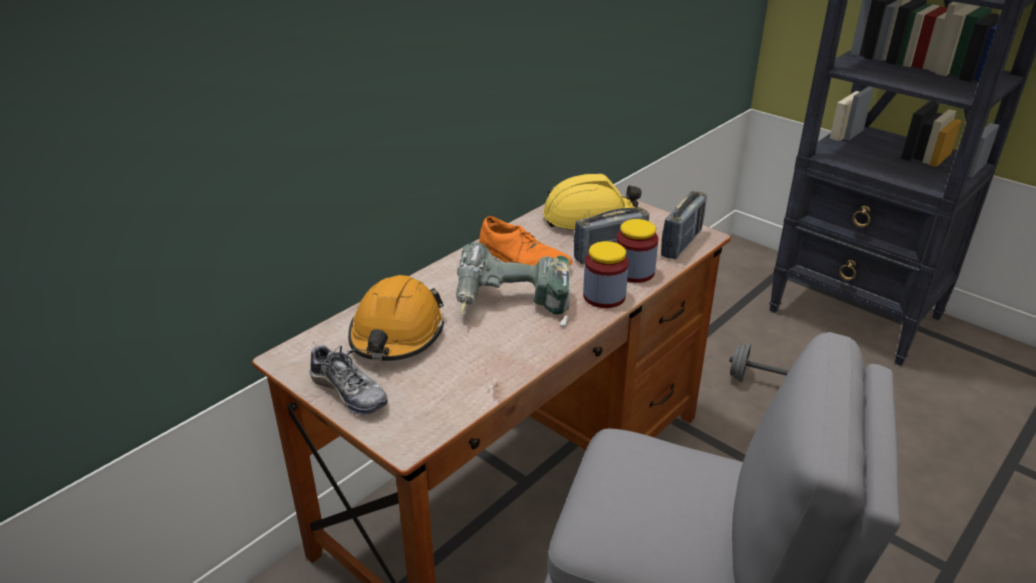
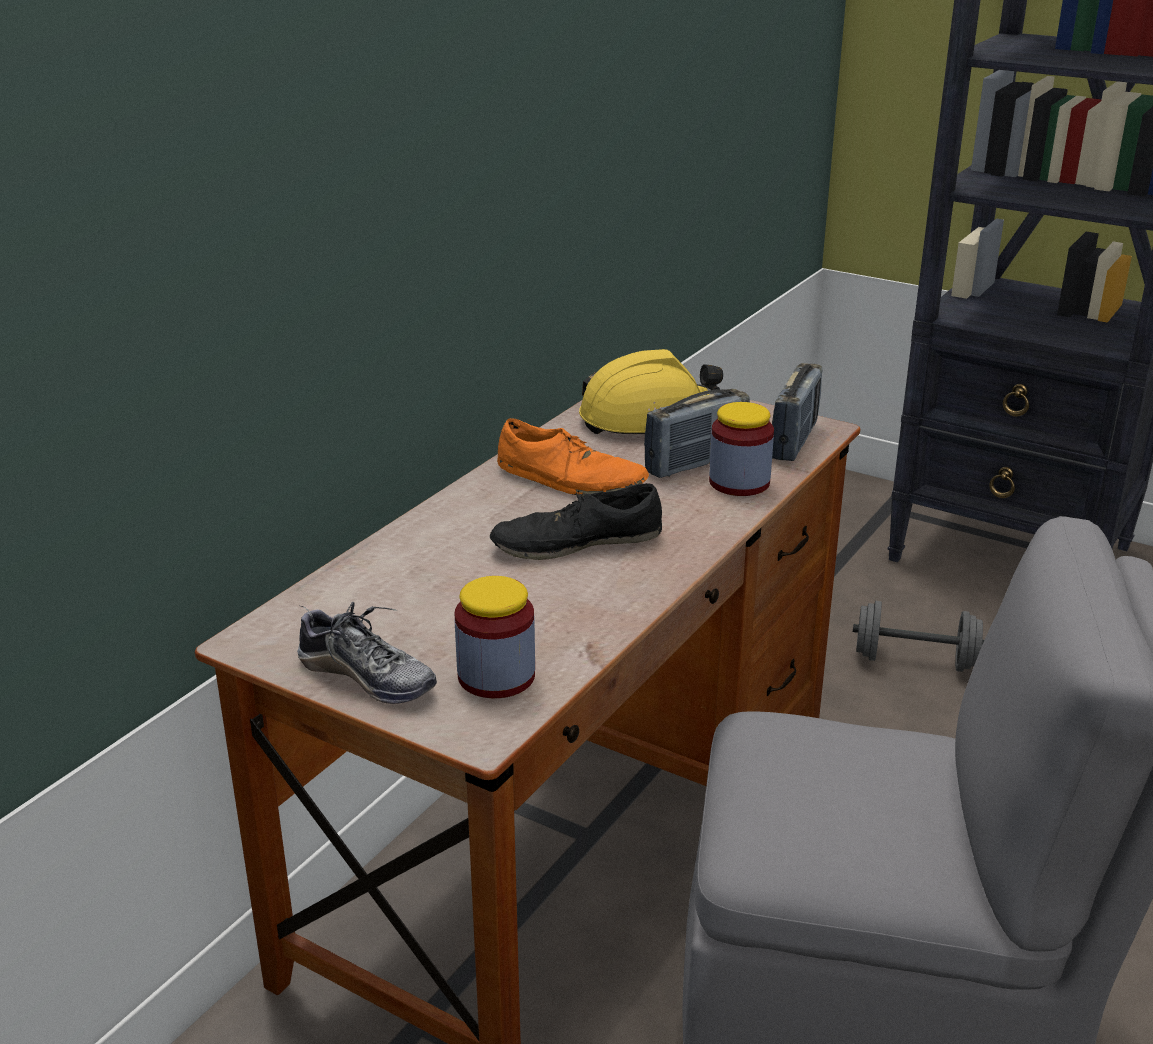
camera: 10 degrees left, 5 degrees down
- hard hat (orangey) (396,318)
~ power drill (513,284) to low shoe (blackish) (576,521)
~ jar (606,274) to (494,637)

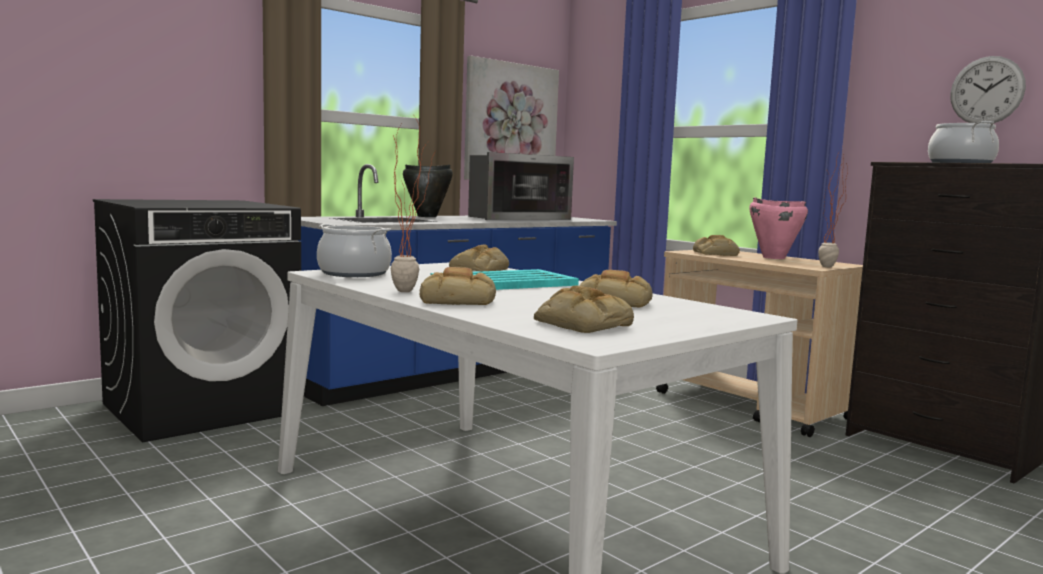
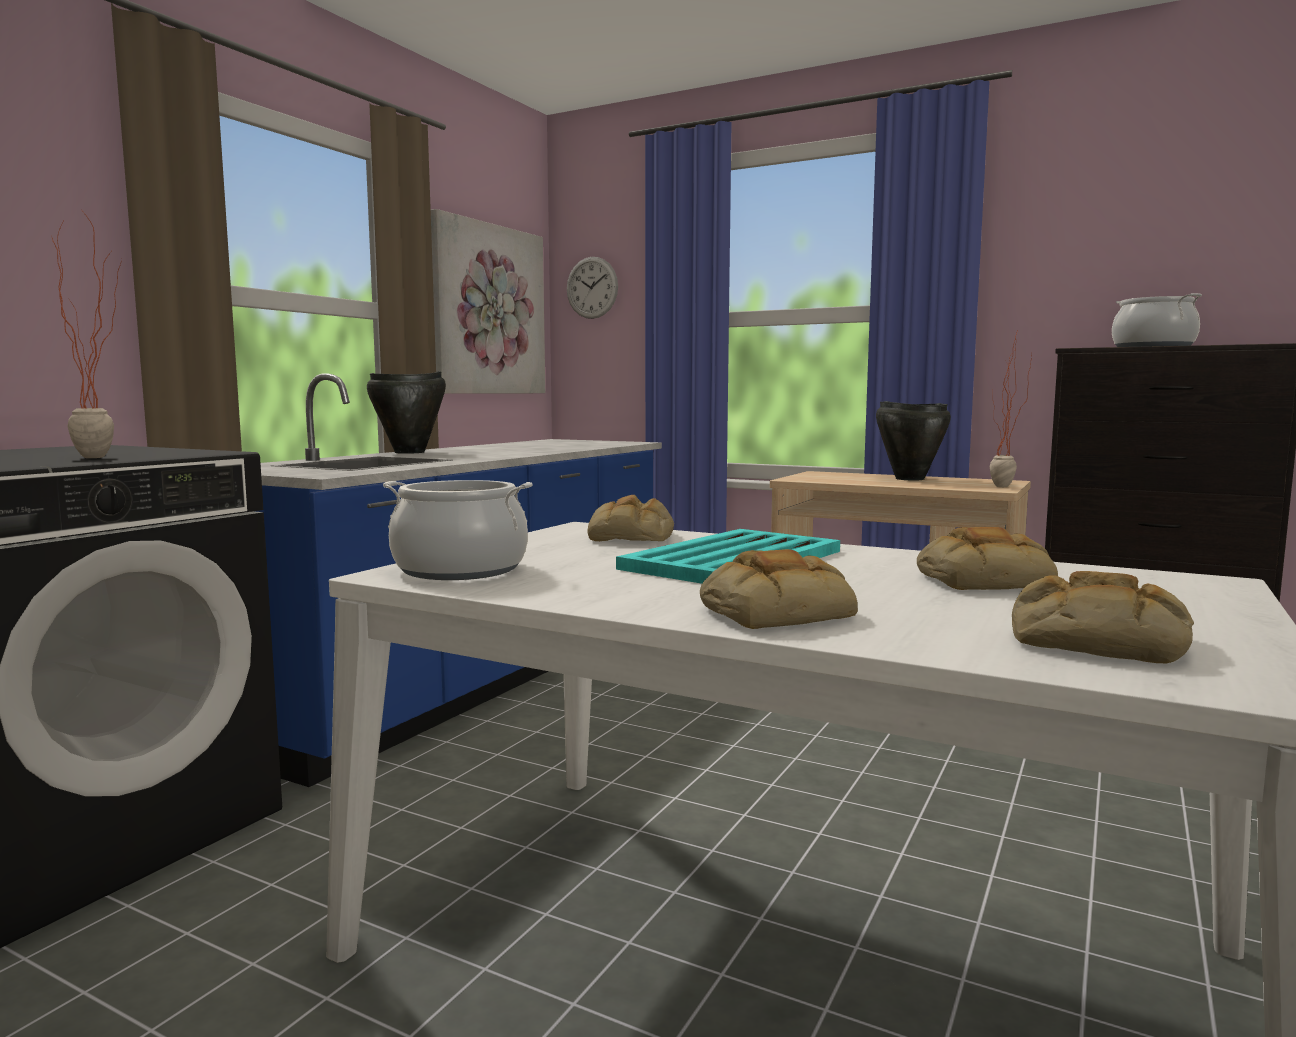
camera: 20 degrees left, 0 degrees up
~ houseplant (412,204) to (87,335)
- microwave (521,186)
- bread (716,245)
~ cooking pot (pinkish) (778,228) to cooking pot (blackish) (913,441)
~ hanging clock (988,90) to (592,288)

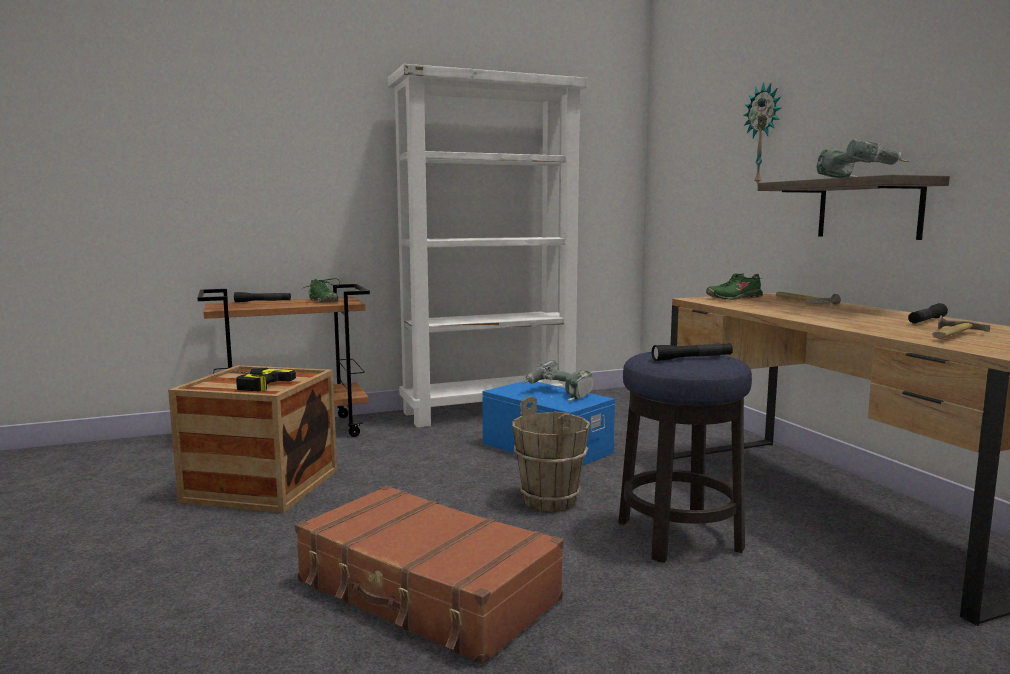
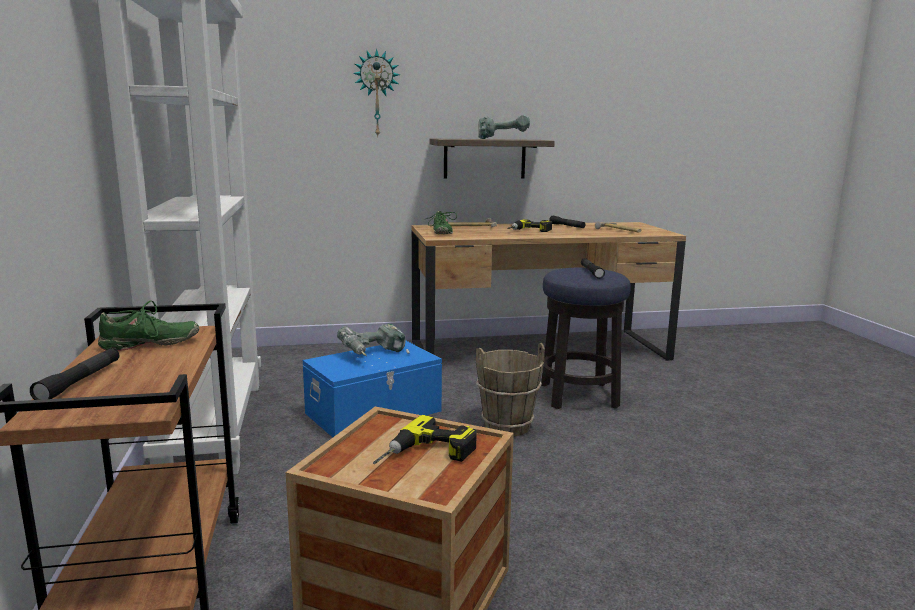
camera: 80 degrees left, 5 degrees up
- piece of luggage (brownish) (429,575)
+ power drill (529,225)

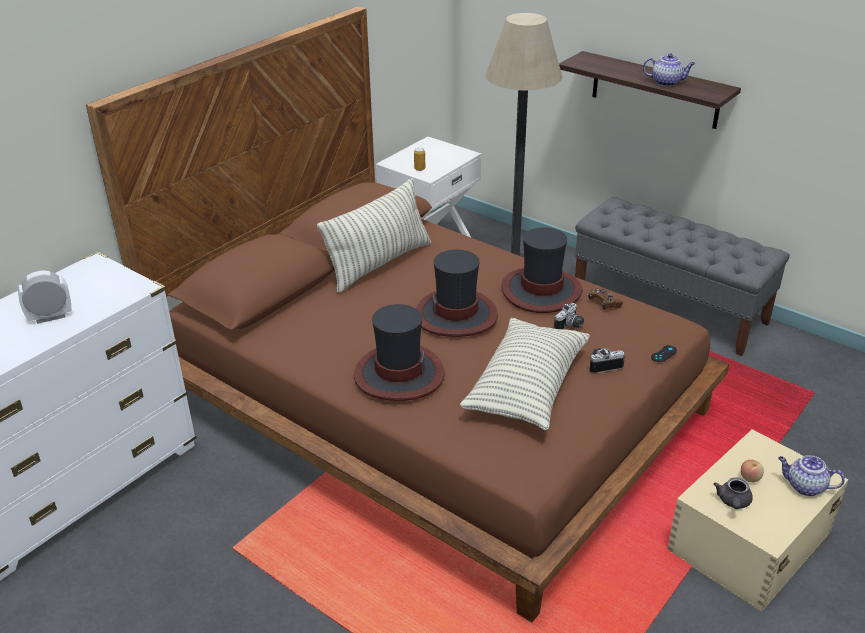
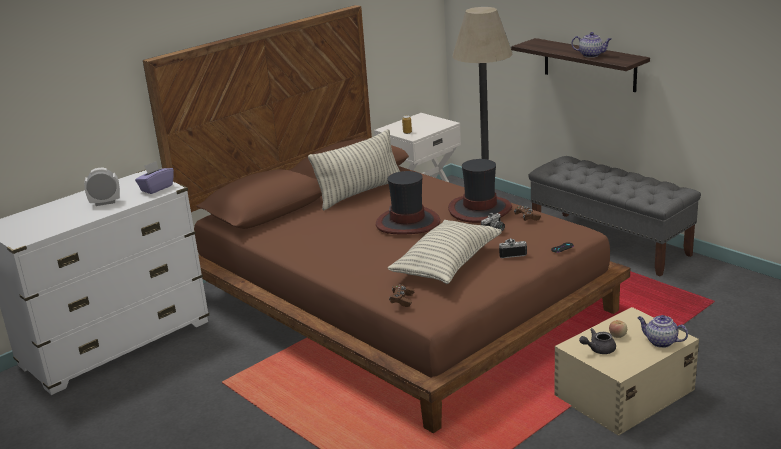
camera: 10 degrees right, 10 degrees down
- wearable hat (399,352)
~ teapot (greyish) (733,493) = (597,341) 45 degrees clockwise
+ box of tissues (purple-coloured) (154,177)
+ joypad (brownish) (401,295)

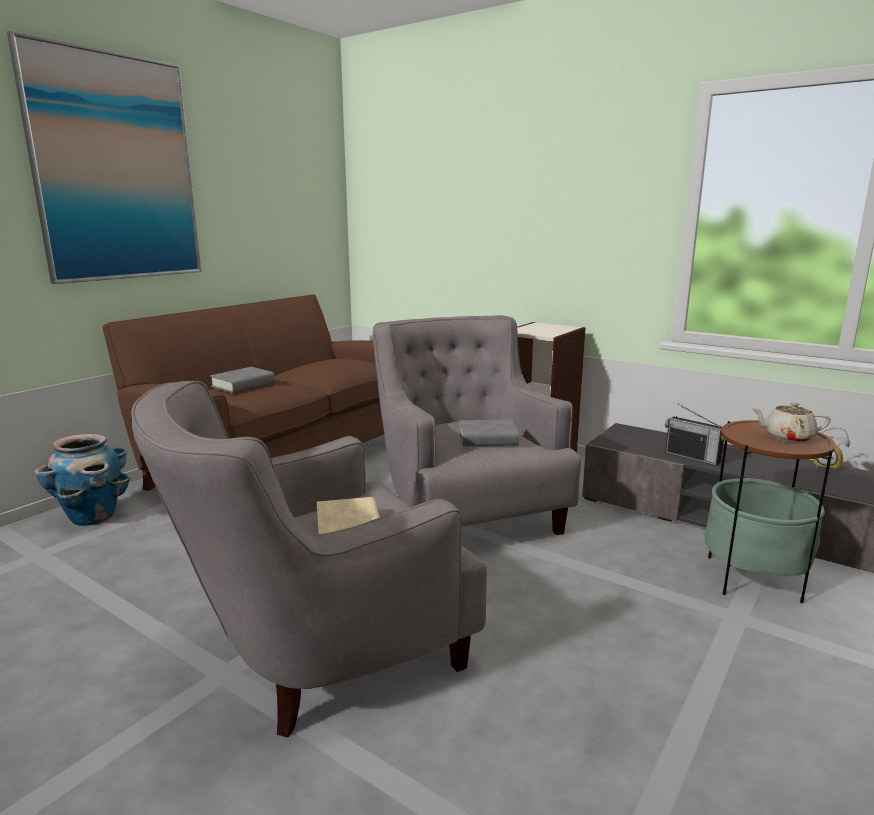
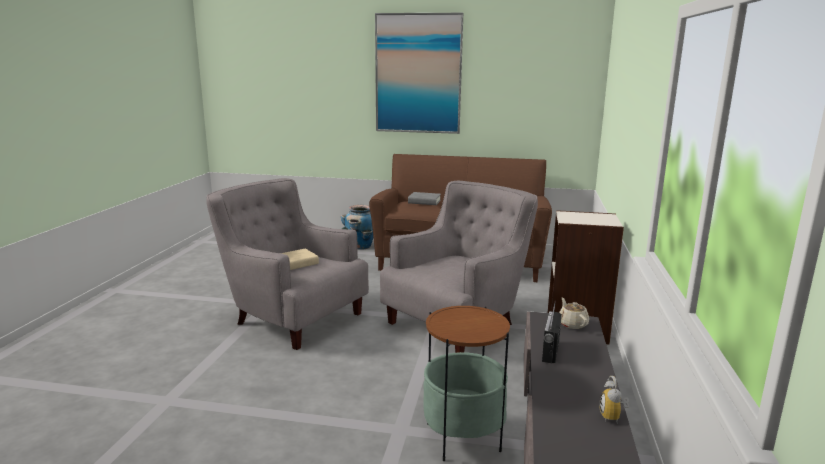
camera: 65 degrees right, 0 degrees up
- volume (greyish) (489,433)
~ teapot (beige) (791,422) to (574,313)

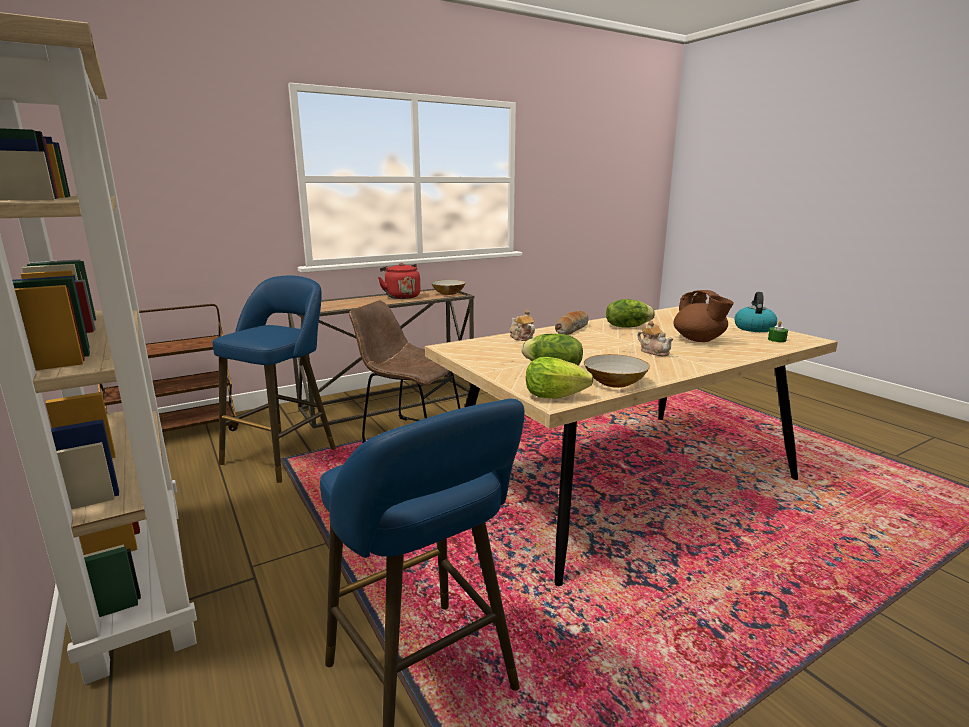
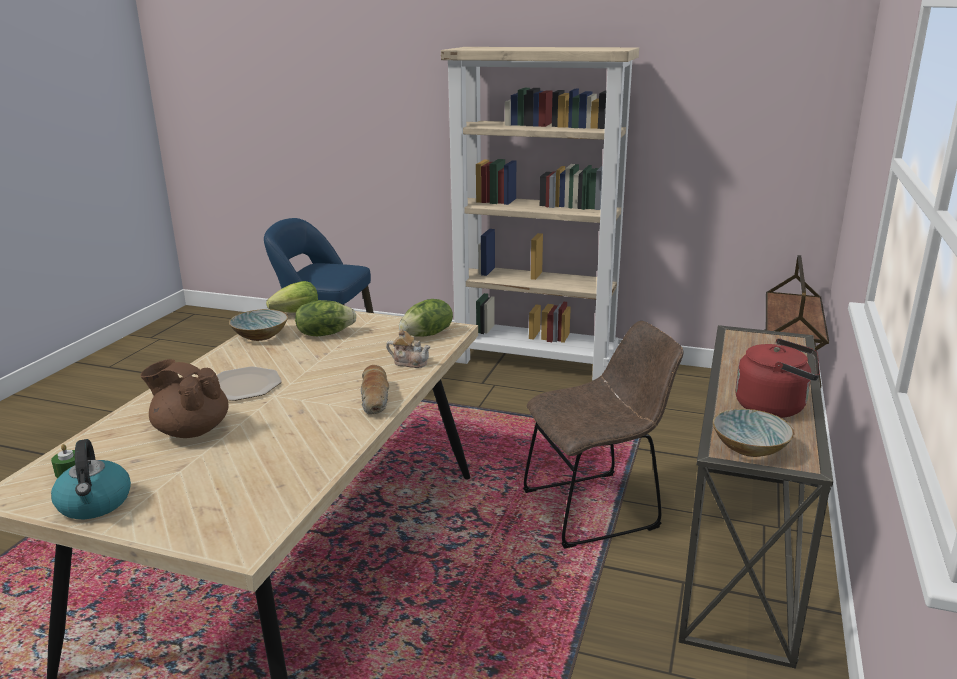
camera: 140 degrees right, 5 degrees up
- stool seat (blue-coloured) (274,379)
~ head of lettuce (630,313) to (426,318)
~ teapot (655,338) to plate (249,383)

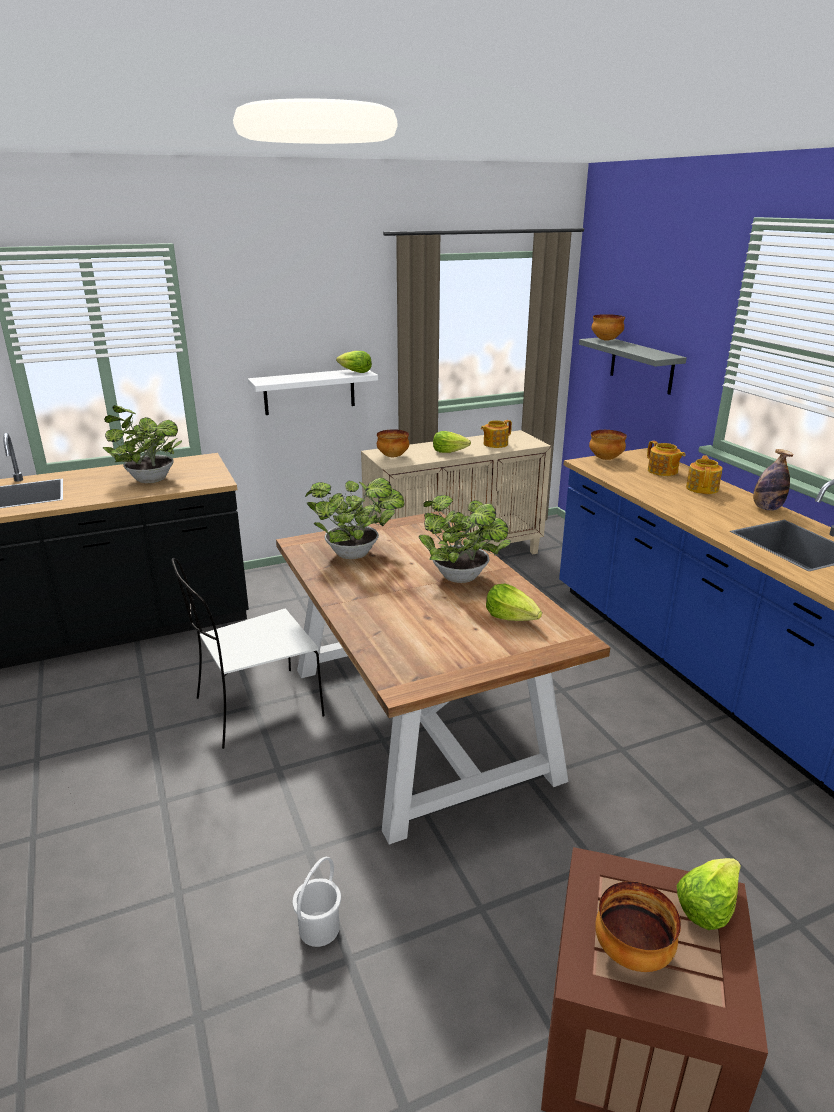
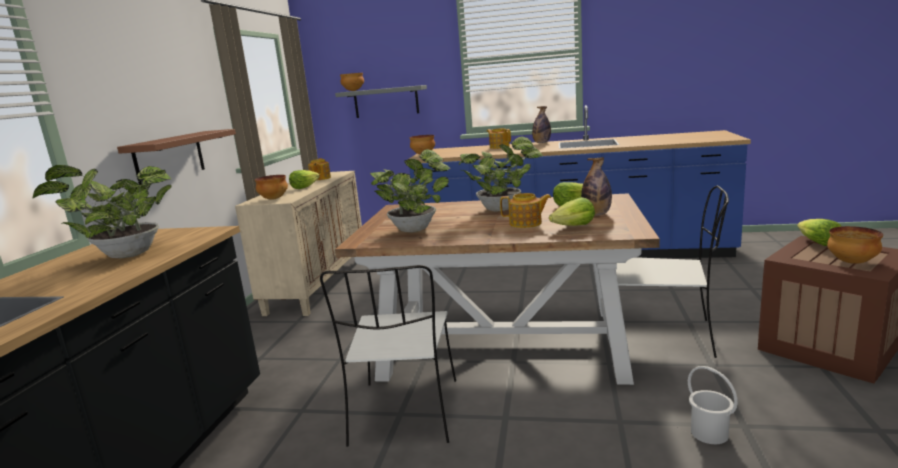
camera: 55 degrees left, 10 degrees down
~ shelf (white) (313,392) to shelf (brownish) (176,157)
~ head of lettuce (354,362) to (572,211)
~ teapot (666,458) to (526,210)
+ drink bottle (596,186)
+ plain chair (white) (672,272)

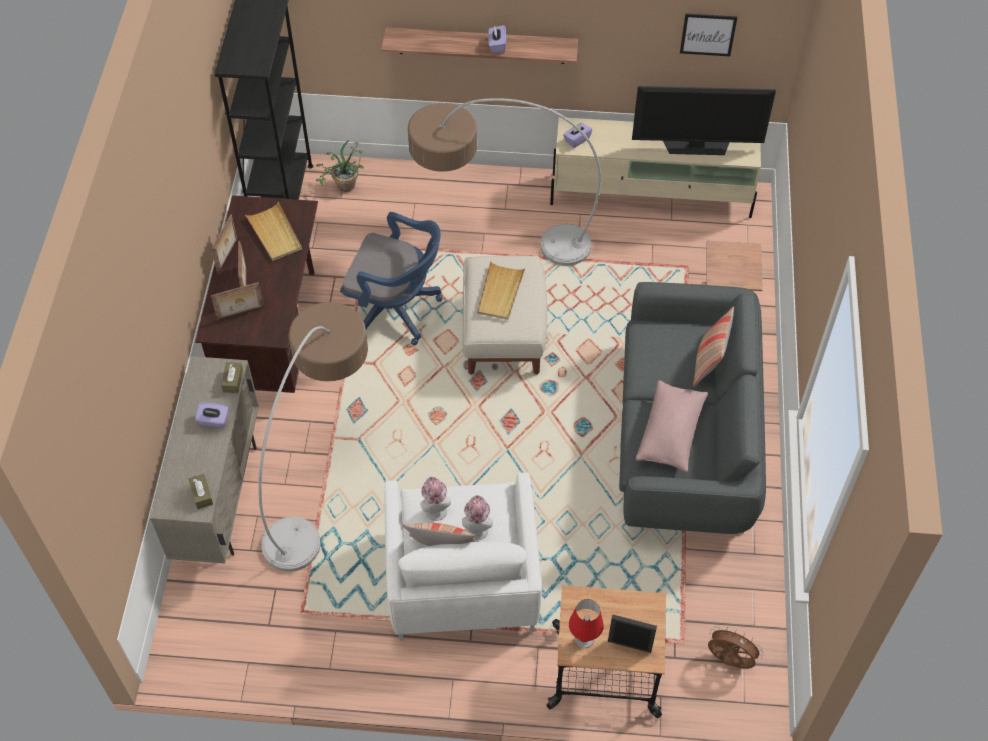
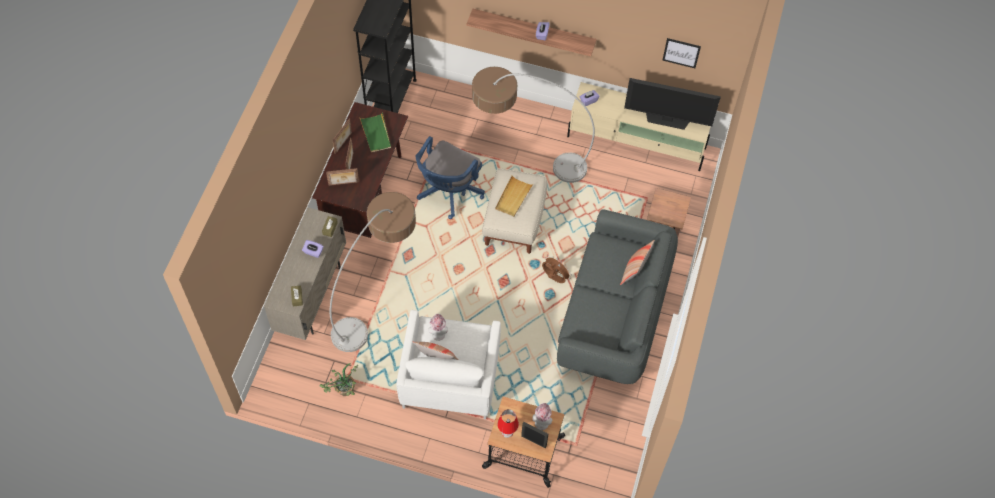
camera: 10 degrees right, 5 degrees up
~ serving tray (beige) (273,231) to serving tray (green) (375,132)
~ houseplant (340,166) to (338,379)
~ office chair (blue-coloured) (391,278) = (450,177) 90 degrees clockwise
~ wearable hat (477,517) to (542,416)
- pillow (pinkish) (672,426)
~ electric fan (brownish) (736,647) to (557,269)

